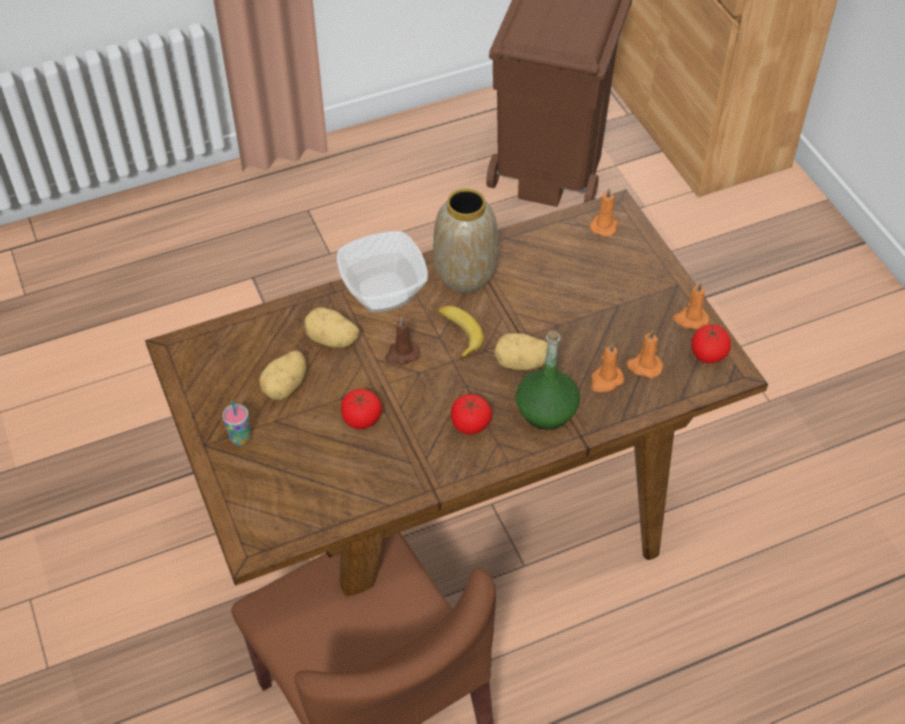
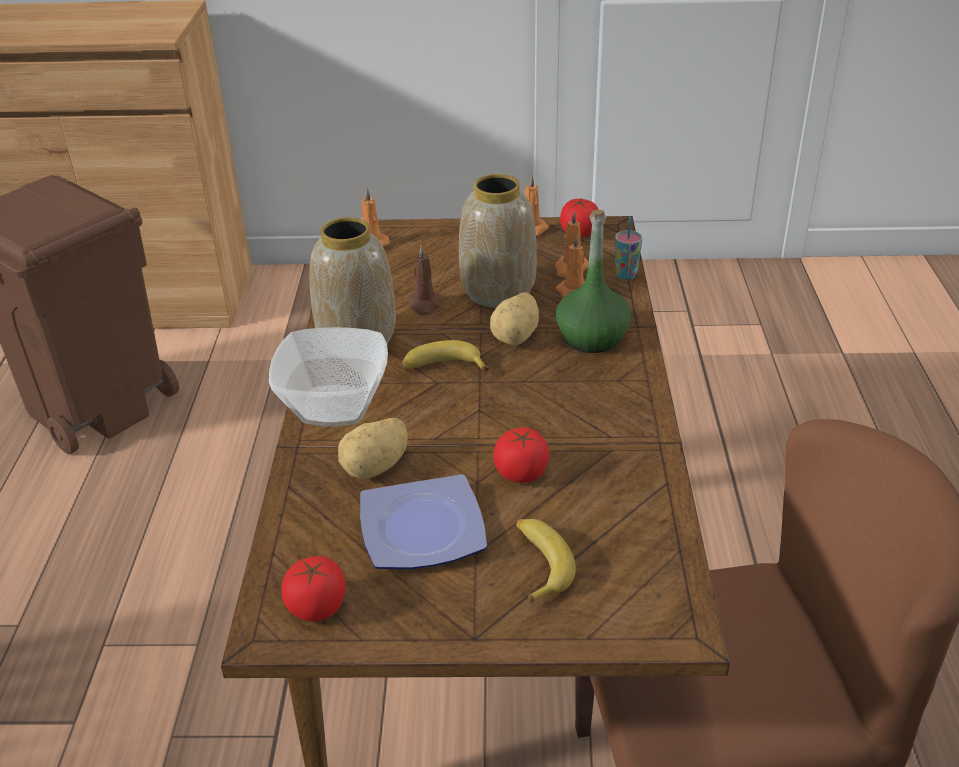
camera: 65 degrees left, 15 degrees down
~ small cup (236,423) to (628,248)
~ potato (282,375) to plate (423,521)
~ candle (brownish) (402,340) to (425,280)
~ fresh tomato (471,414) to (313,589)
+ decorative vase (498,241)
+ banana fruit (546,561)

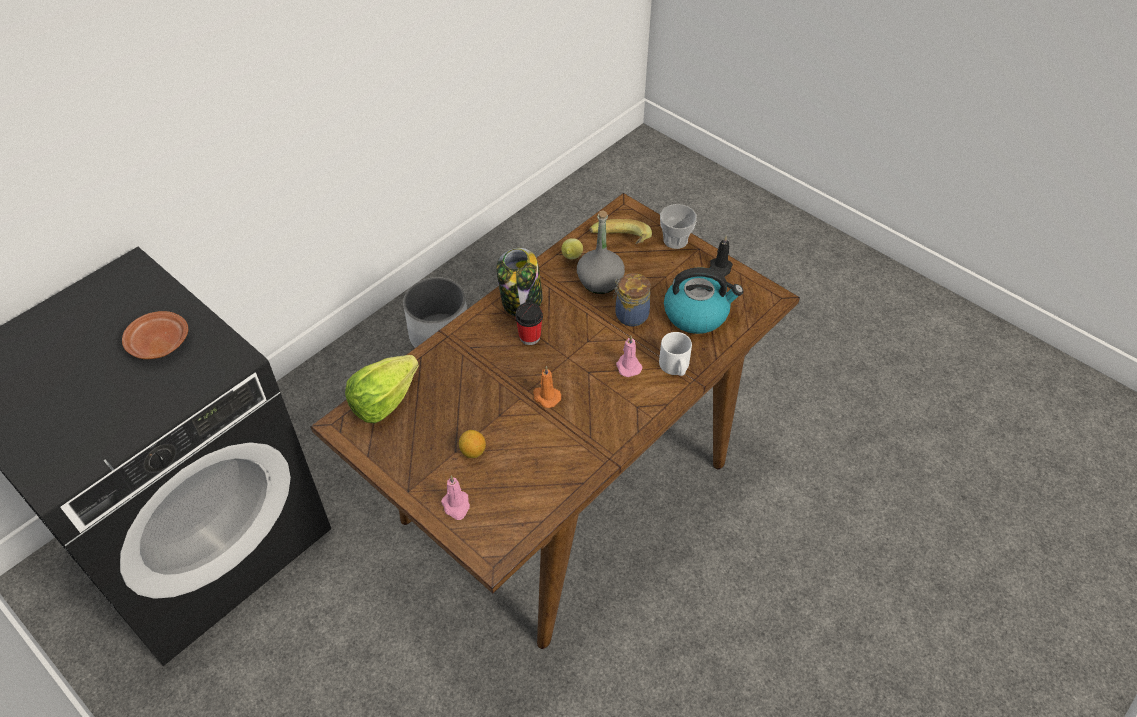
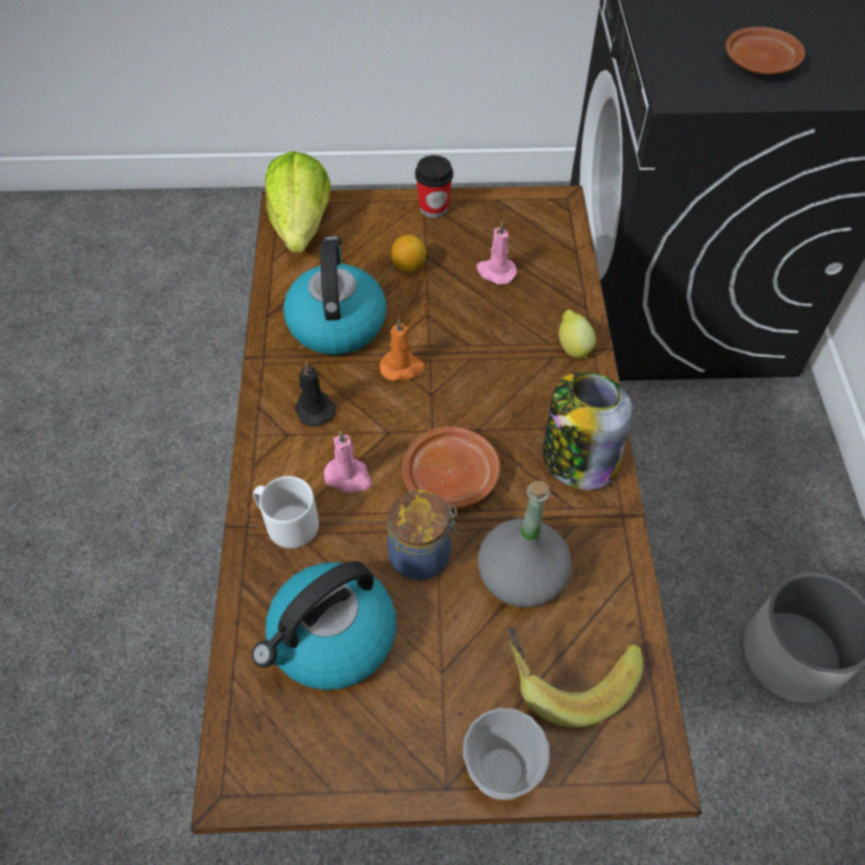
camera: 135 degrees right, 5 degrees up
~ head of lettuce (382,389) to (298,202)
~ candle (pinkish) (455,497) to (496,253)
~ small cup (529,323) to (434,186)
~ lemon (572,249) to (577,334)
~ candle (blackish) (721,256) to (315,394)
+ kettle (335,295)
+ plate (brownish) (451,467)

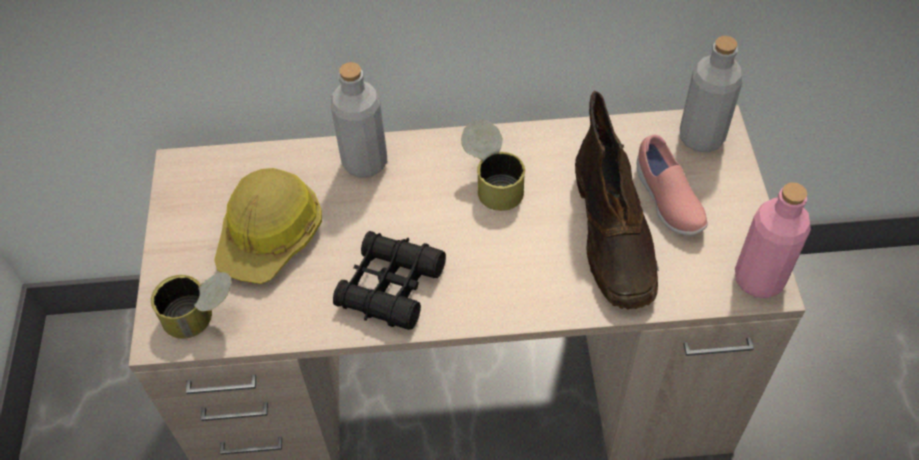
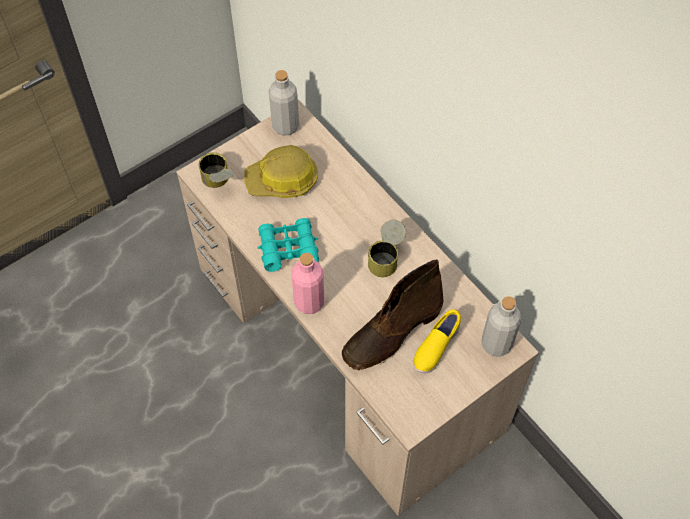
camera: 55 degrees right, 5 degrees up
~ drink bottle (greyish) (359,120) to (284,103)
~ pair of binoculars (blackish) (389,280) to pair of binoculars (turquoise) (288,245)
~ low shoe (pinkish) (672,185) to low shoe (yellowish) (437,341)
~ drink bottle (pinkish) (773,240) to (308,283)

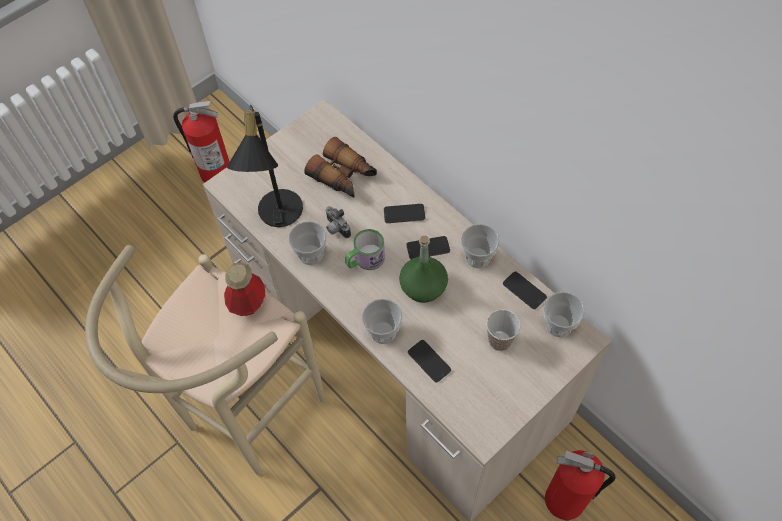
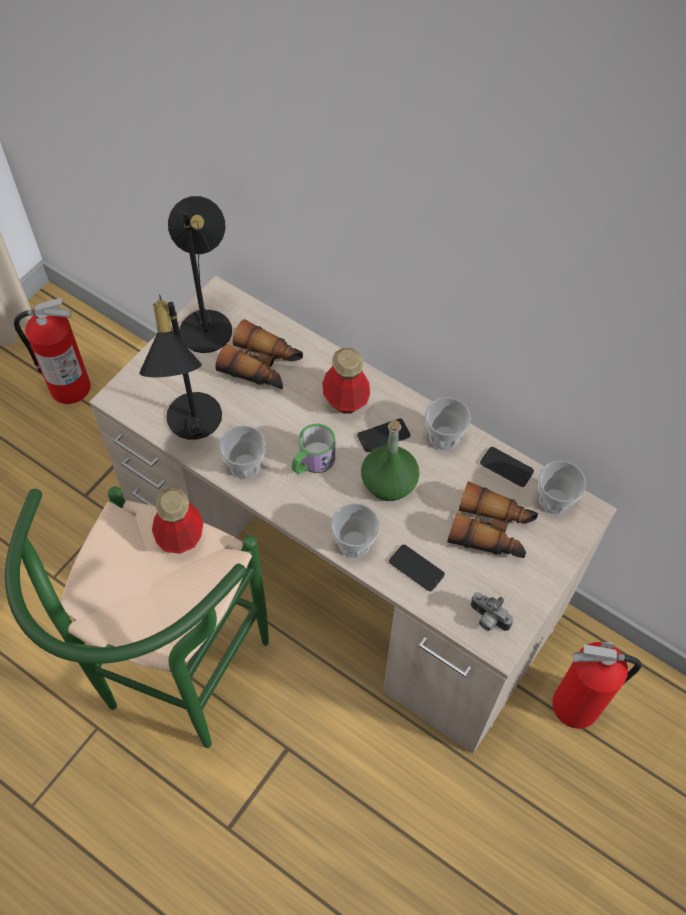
camera: 15 degrees left, 0 degrees up
~ stool seat (beige) (205,360) to stool seat (green) (137,617)
~ still camera (338,222) to (492,611)
~ handset (404,213) to drink bottle (346,381)
~ small cup (503,330) to pair of binoculars (492,519)
+ lamp for a table (blackish) (200,274)

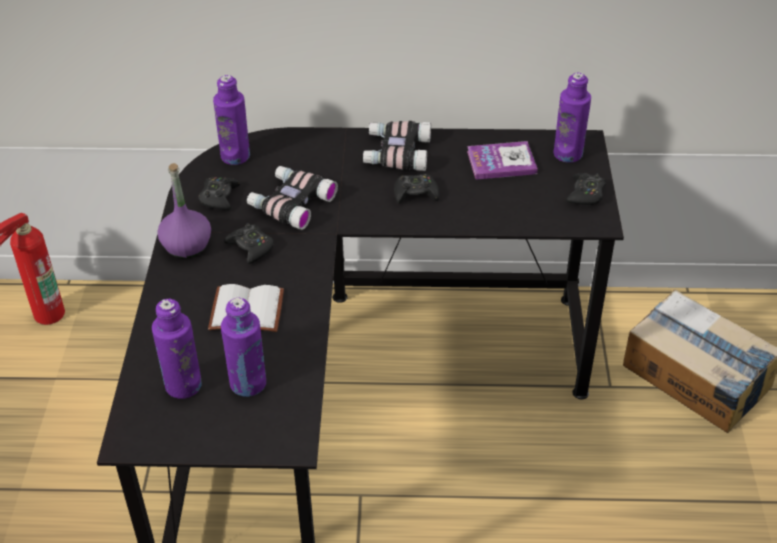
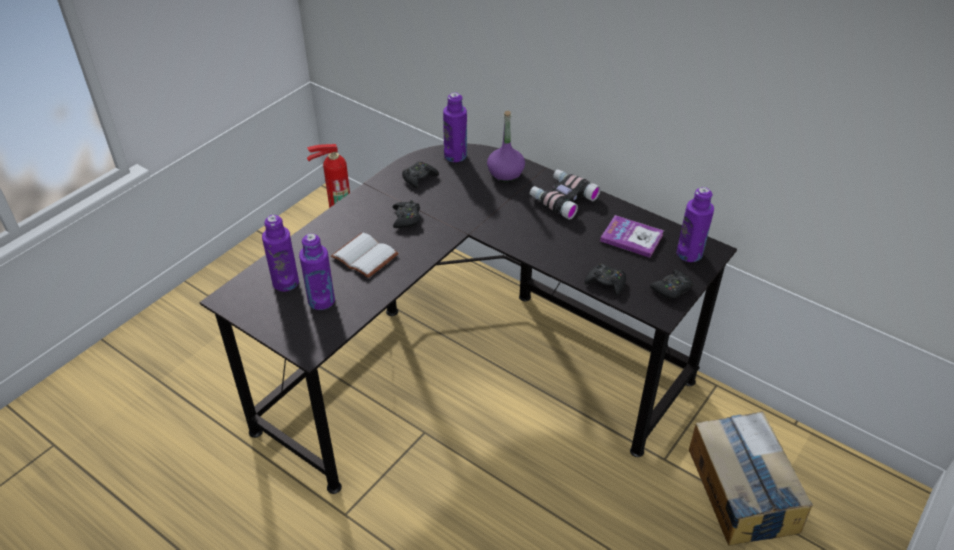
camera: 35 degrees right, 0 degrees up
~ drink bottle (purple-coloured) (184,210) to (506,146)
- pair of binoculars (292,198)
~ joypad (blackish) (417,189) to (605,280)

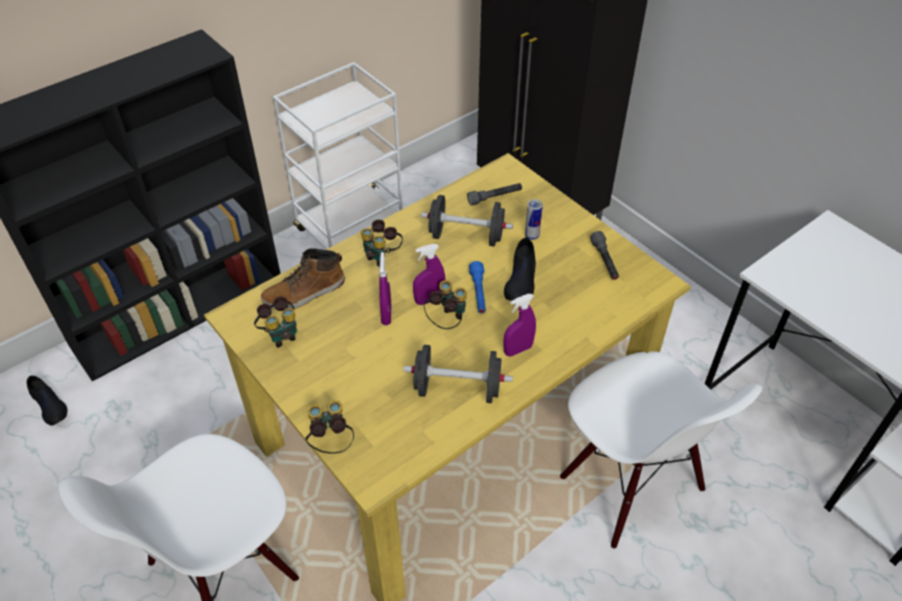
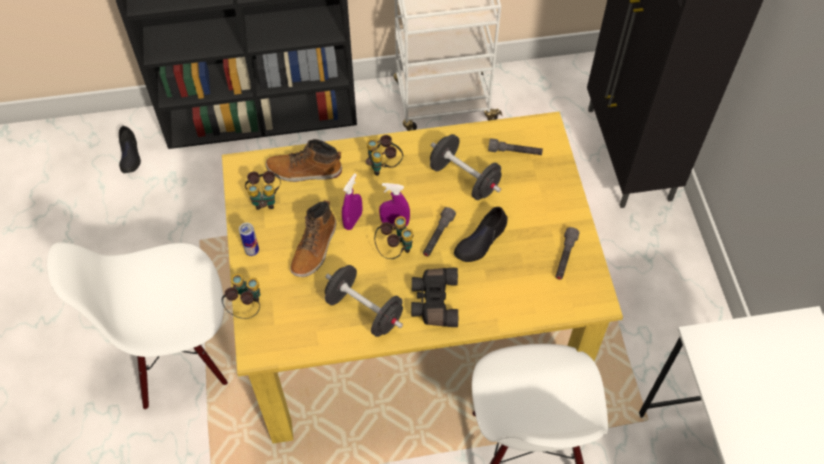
camera: 30 degrees right, 10 degrees up
~ hand torch (blue-coloured) (477,287) to hand torch (greyish) (439,232)
~ sprayer (purple-coloured) (519,325) to pair of binoculars (blackish) (434,297)
~ sealed can (534,219) to (249,239)
+ high-top boot (313,238)

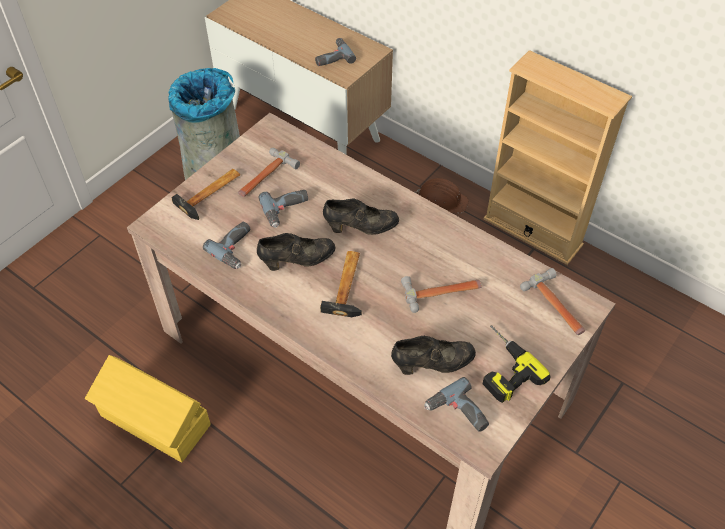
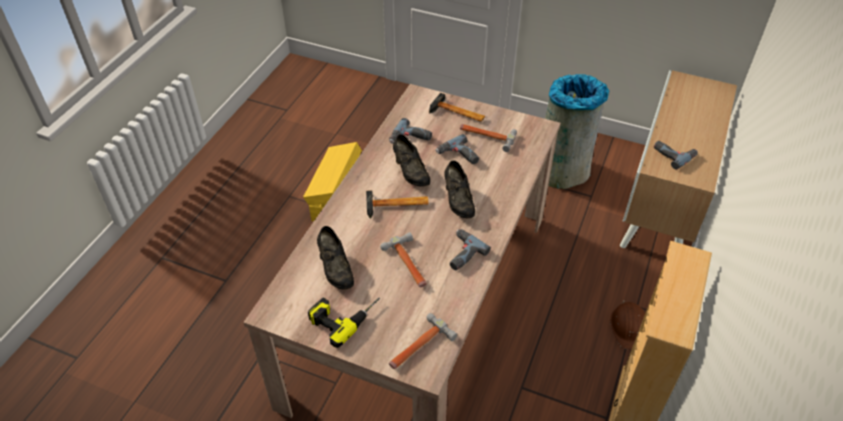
camera: 75 degrees right, 5 degrees down
~ power drill (456,404) to (470,249)

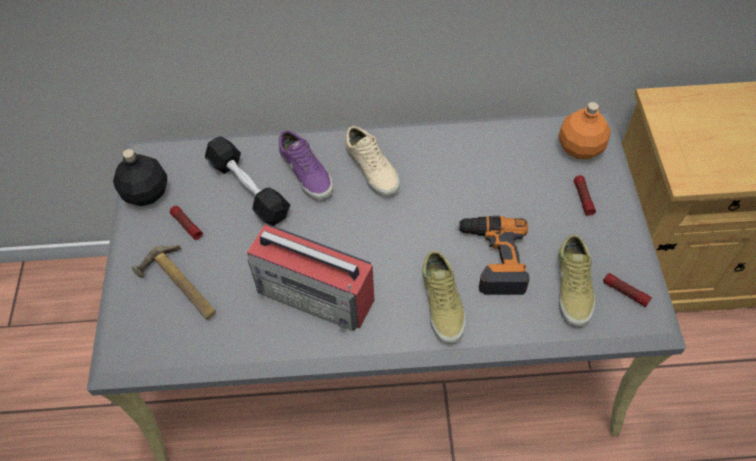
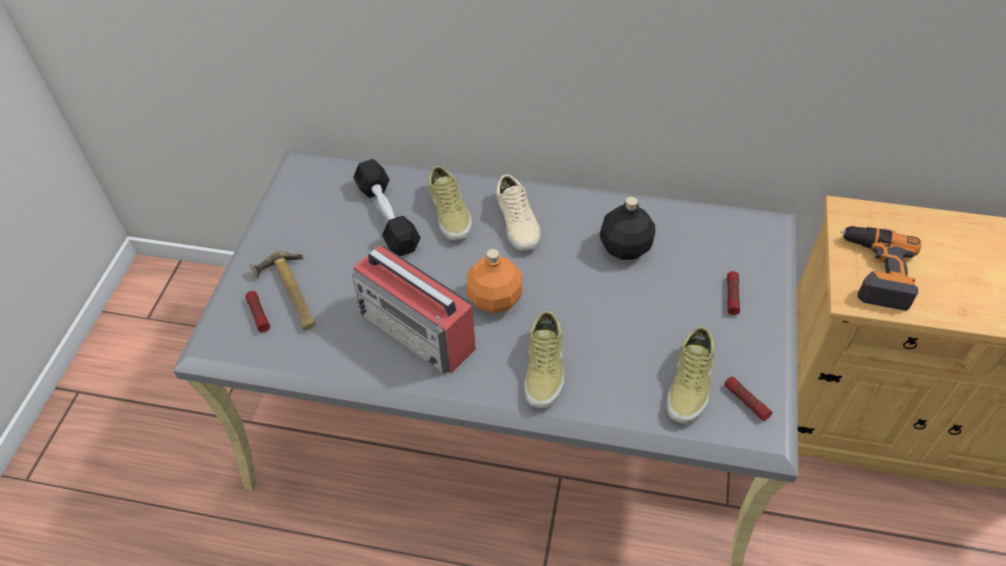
camera: 15 degrees right, 5 degrees down
~ drink bottle (blackish) (140,177) to (627,228)
~ hand torch (186,223) to (257,311)
~ low shoe (purple-coloured) (306,165) to low shoe (beige) (450,203)
~ power drill (493,255) to (880,268)
~ drink bottle (orangey) (585,130) to (494,281)

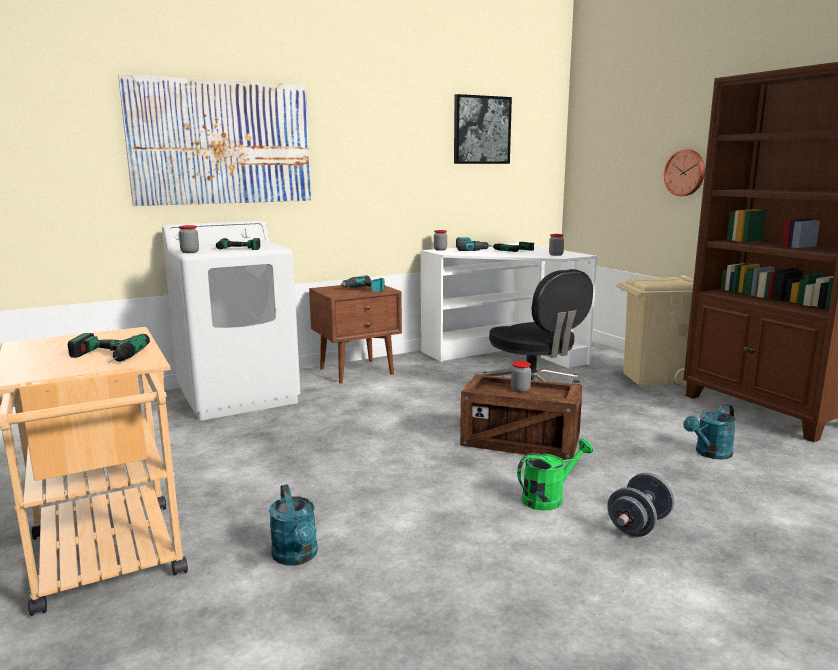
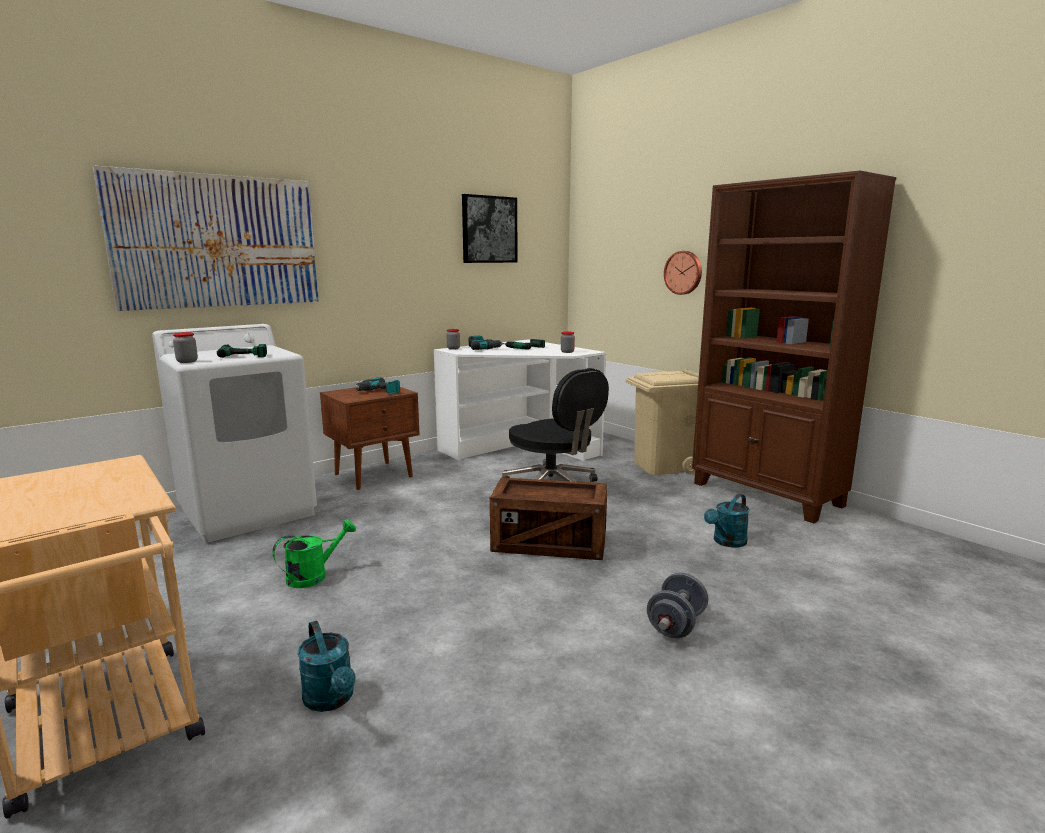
camera: 10 degrees left, 0 degrees up
- power drill (109,348)
- jar (521,377)
~ sprinkling can (green) (555,475) to (314,553)

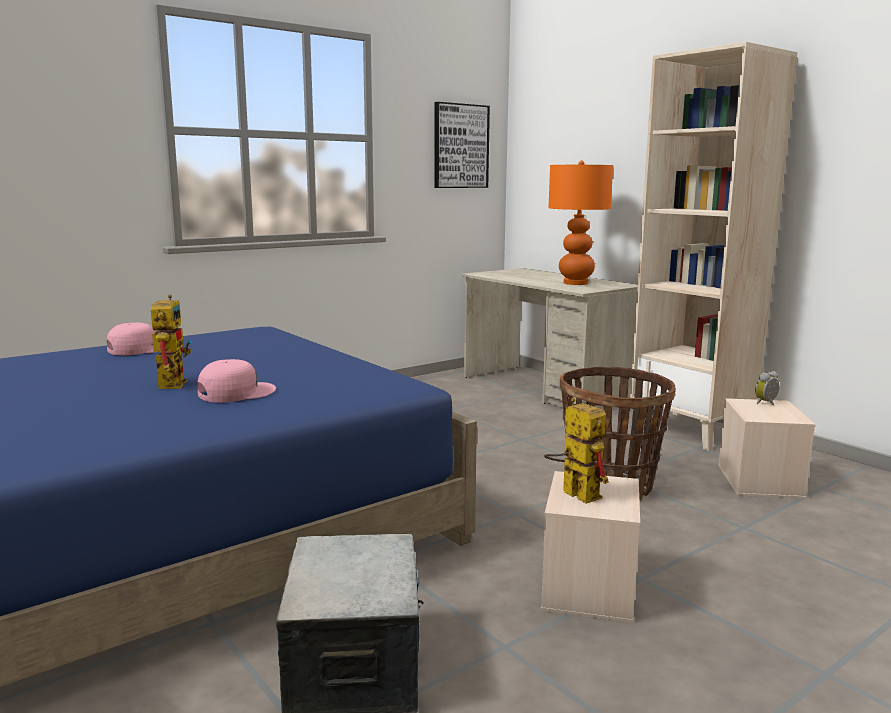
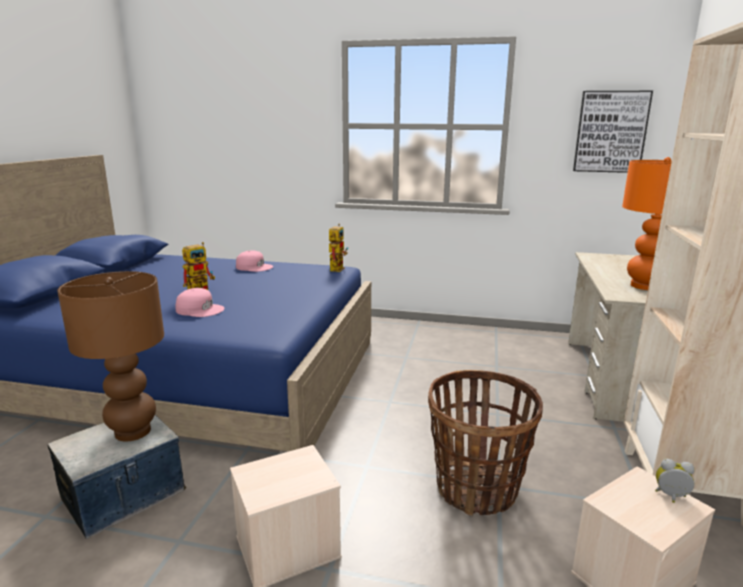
camera: 50 degrees right, 5 degrees up
~ model robot (576,451) to (338,248)
+ lamp for a table (brownish) (110,356)

